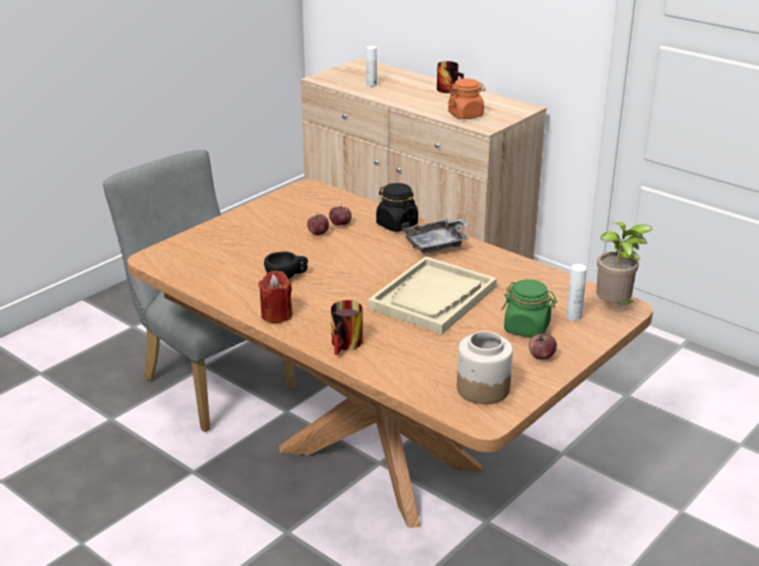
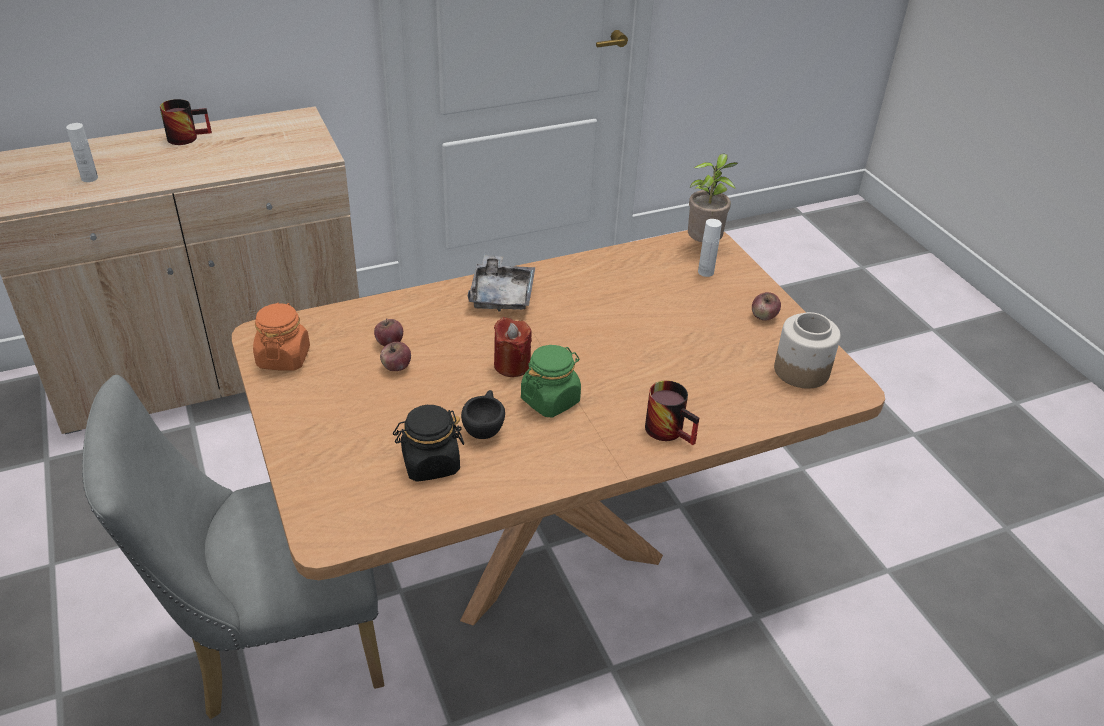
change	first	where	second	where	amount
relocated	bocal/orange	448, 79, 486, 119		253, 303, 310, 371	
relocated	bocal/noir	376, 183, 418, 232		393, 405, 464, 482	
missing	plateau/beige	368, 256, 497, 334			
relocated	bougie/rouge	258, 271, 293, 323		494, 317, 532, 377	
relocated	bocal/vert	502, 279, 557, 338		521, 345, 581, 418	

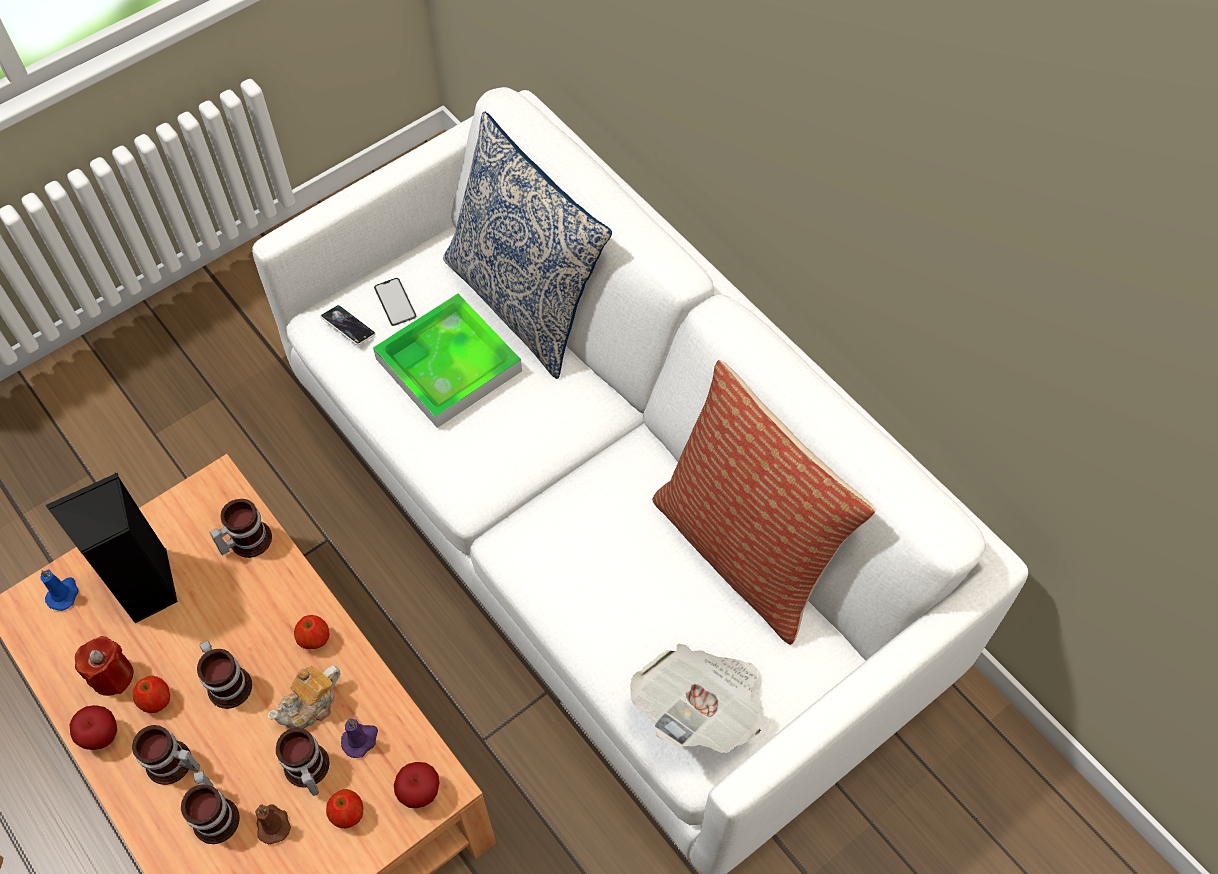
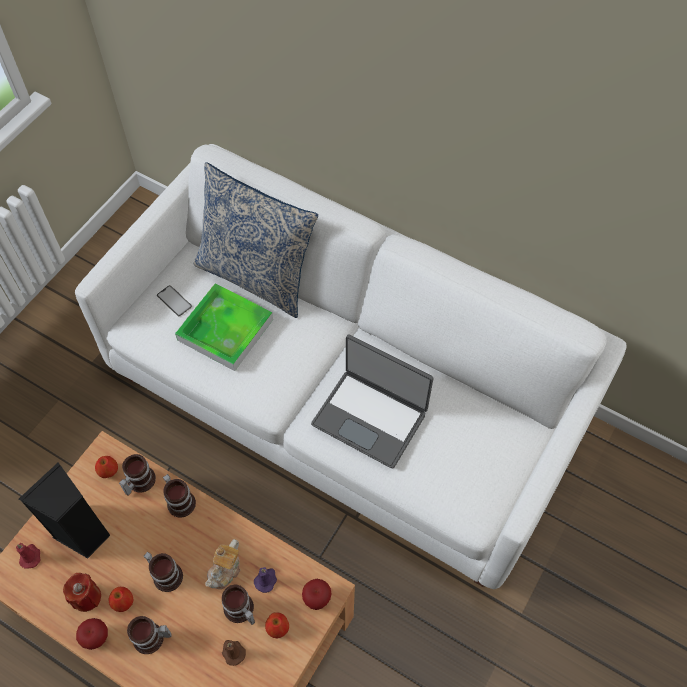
change	first	where	second	where	amount
missing	téléphone	321, 305, 376, 345			
missing	coussin	652, 360, 876, 645			
colour	bougie/bleu	40, 569, 79, 611	bougie/rouge	16, 543, 41, 569	
relocated	pomme	294, 615, 330, 649		95, 456, 118, 478	
missing	journal	630, 643, 763, 753			
relocated	mug	181, 771, 240, 844		163, 474, 196, 518	
appeared			ordinateur portable	311, 334, 433, 468	

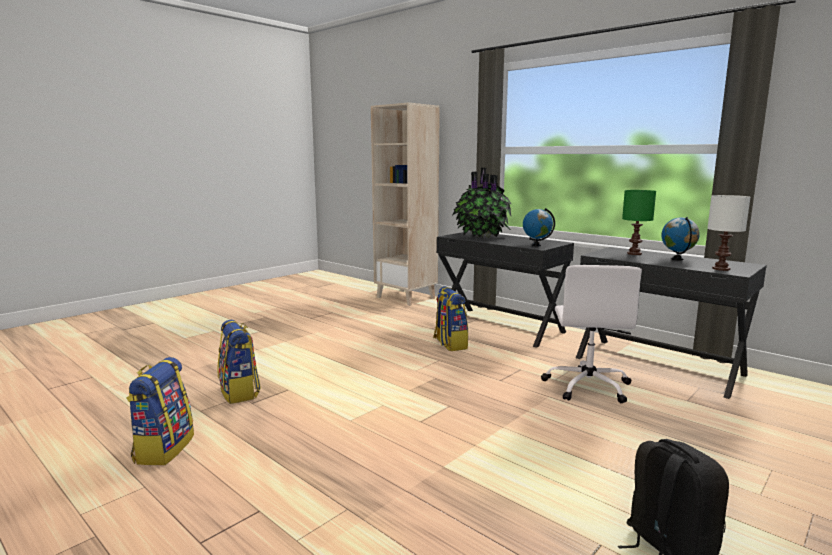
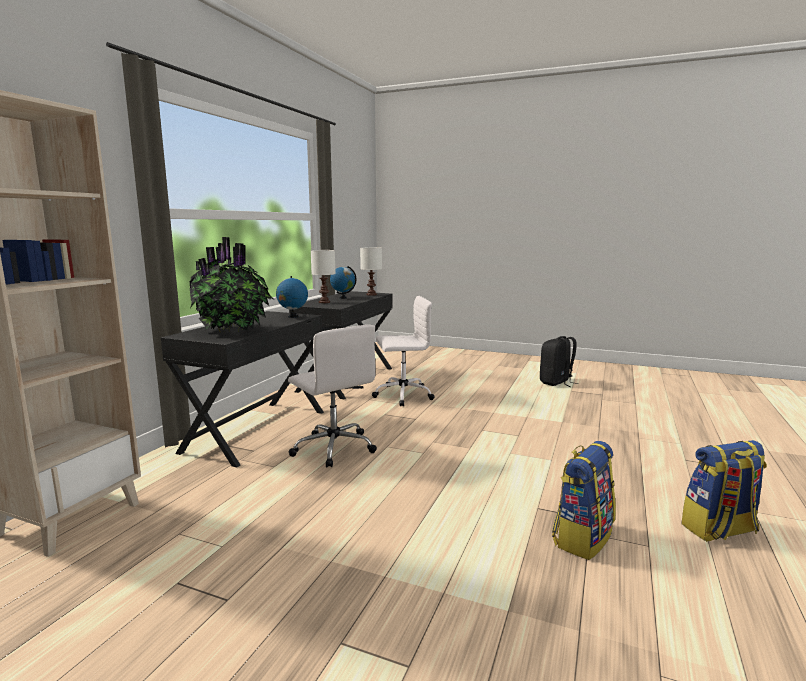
change	first	where	second	where	amount
colour	lampe de table/vert	622, 190, 656, 255	lampe de table/blanc	311, 250, 335, 303	
exchanged	sac à dos	433, 286, 468, 351	chaise de bureau/blanc	288, 325, 377, 467	

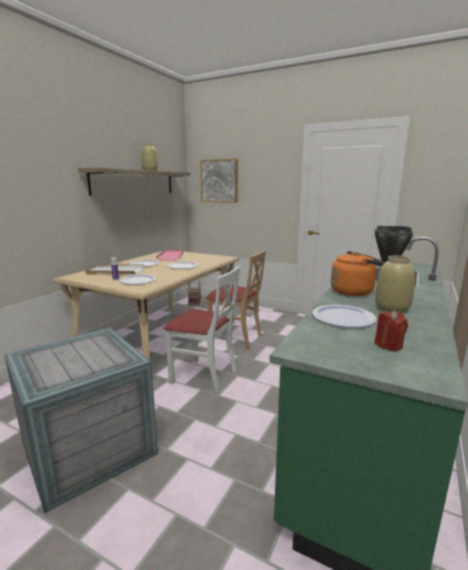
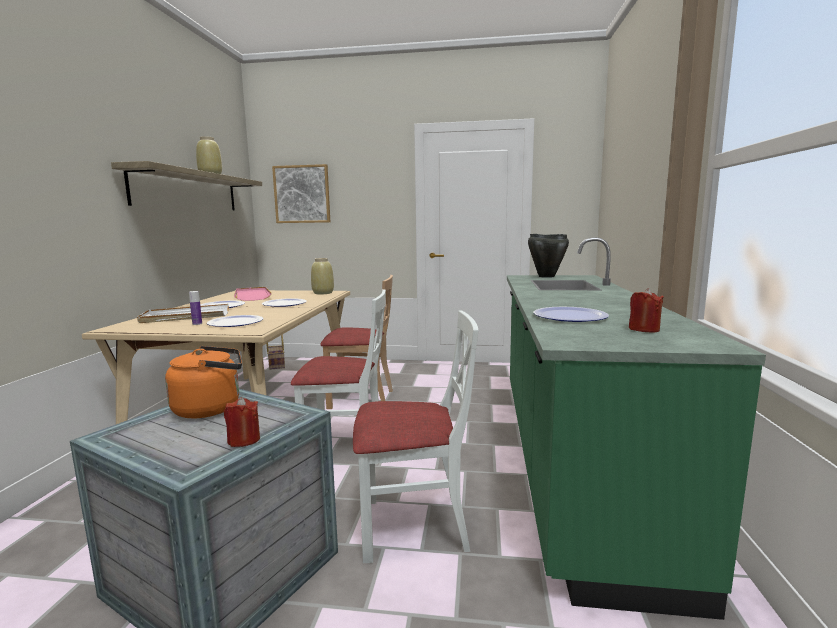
change	first	where	second	where	amount
relocated	bouilloire/orange	331, 251, 384, 296		165, 346, 242, 418	
relocated	vase/beige	375, 256, 415, 314		311, 258, 334, 294	
appeared			chaise/blanc	353, 310, 479, 563	
appeared			bougie/rouge	224, 397, 260, 447	

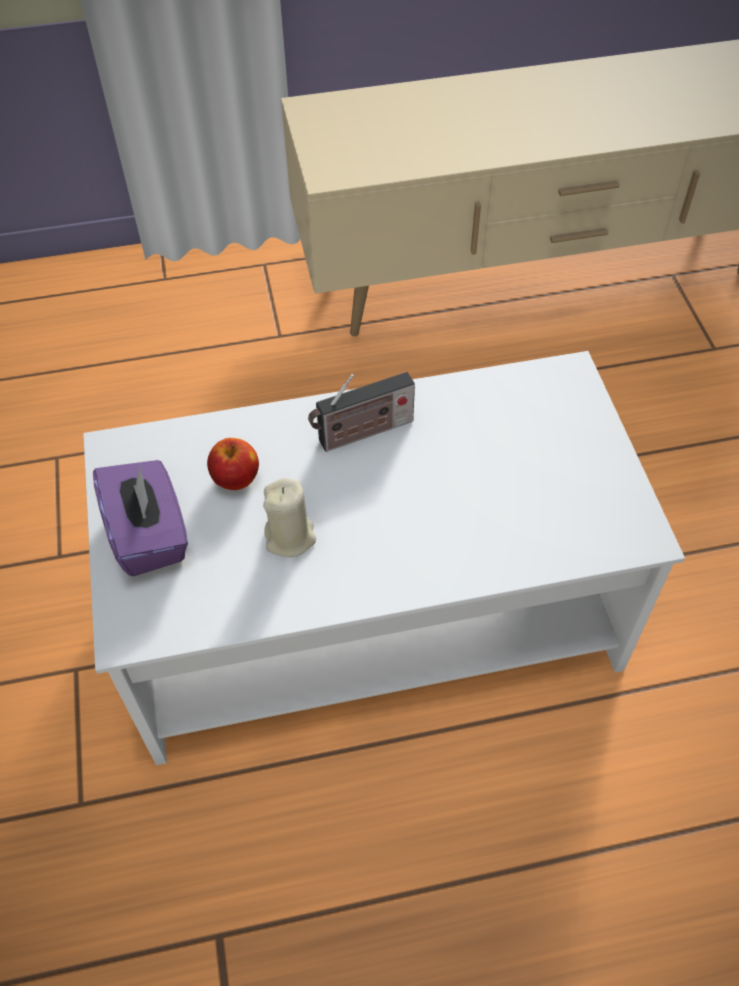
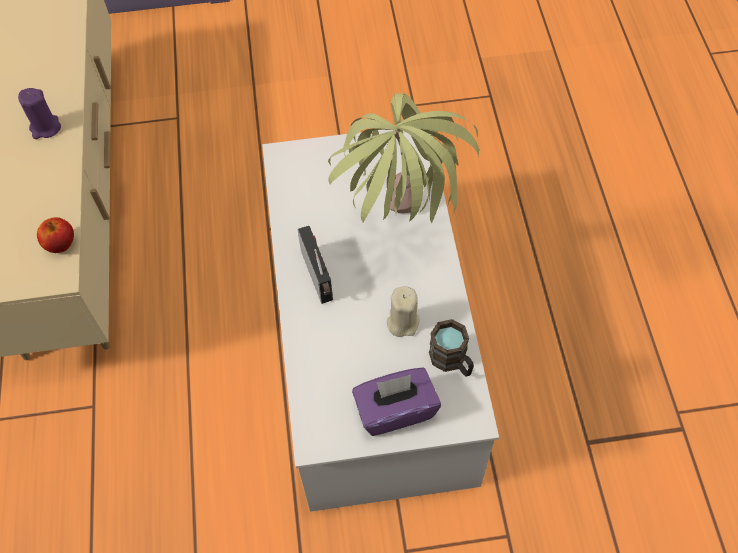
change	first	where	second	where	amount
relocated	pomme	207, 438, 259, 490		37, 217, 74, 253	
appeared			bougie/violet	18, 88, 61, 139	
appeared			plante en pot	328, 93, 479, 223	
appeared			mug/marron	429, 319, 474, 376	

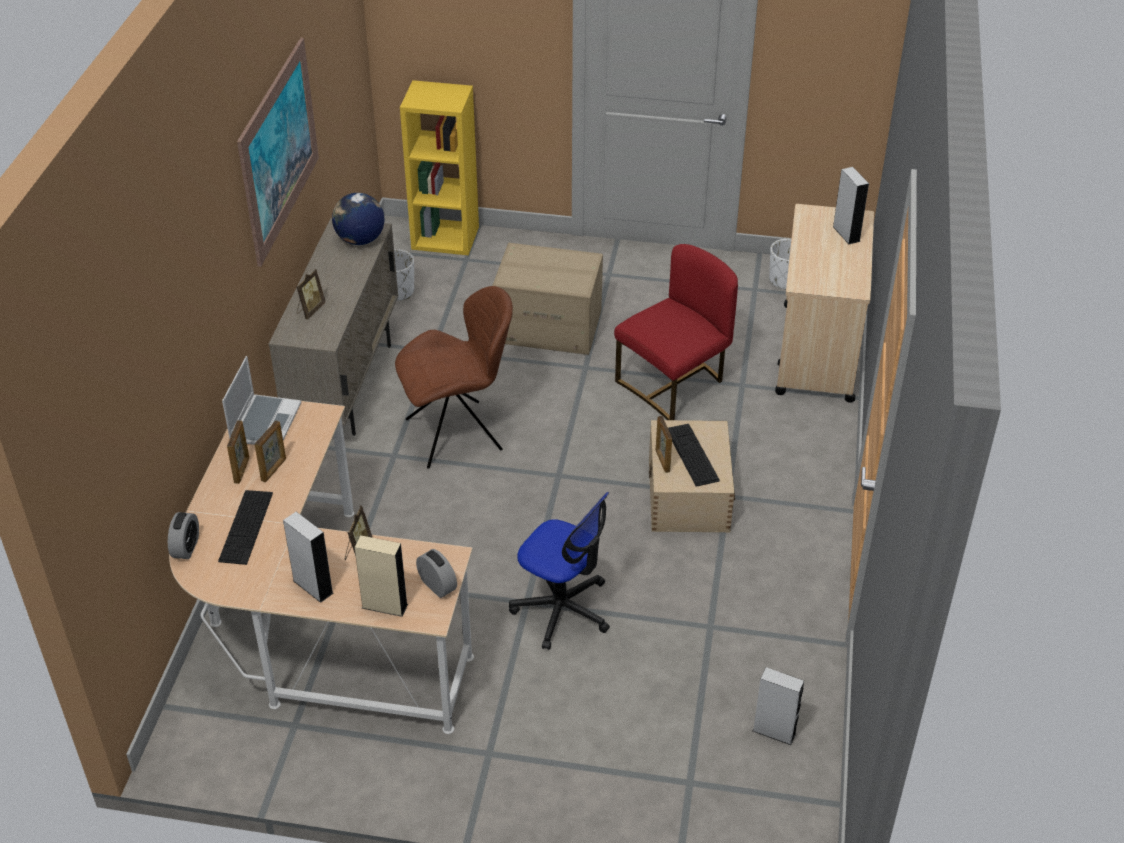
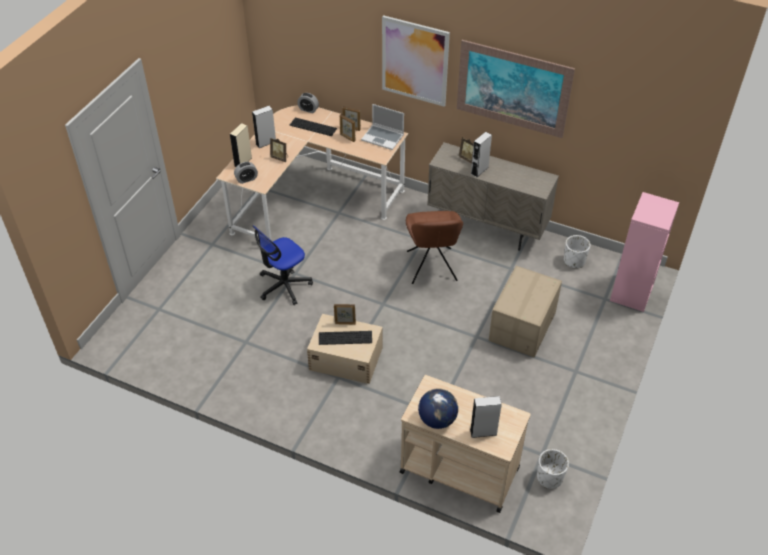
change	first	where	second	where	amount
colour	bibliothèque/jaune	400, 80, 479, 255	bibliothèque/rose	610, 192, 679, 312	
relocated	globe	332, 193, 385, 245		418, 388, 458, 429	
missing	chaise/rouge	614, 244, 738, 420			
relocated	enceinte/gris	753, 667, 804, 745		471, 132, 492, 177	
appeared			tableau	382, 15, 450, 107	

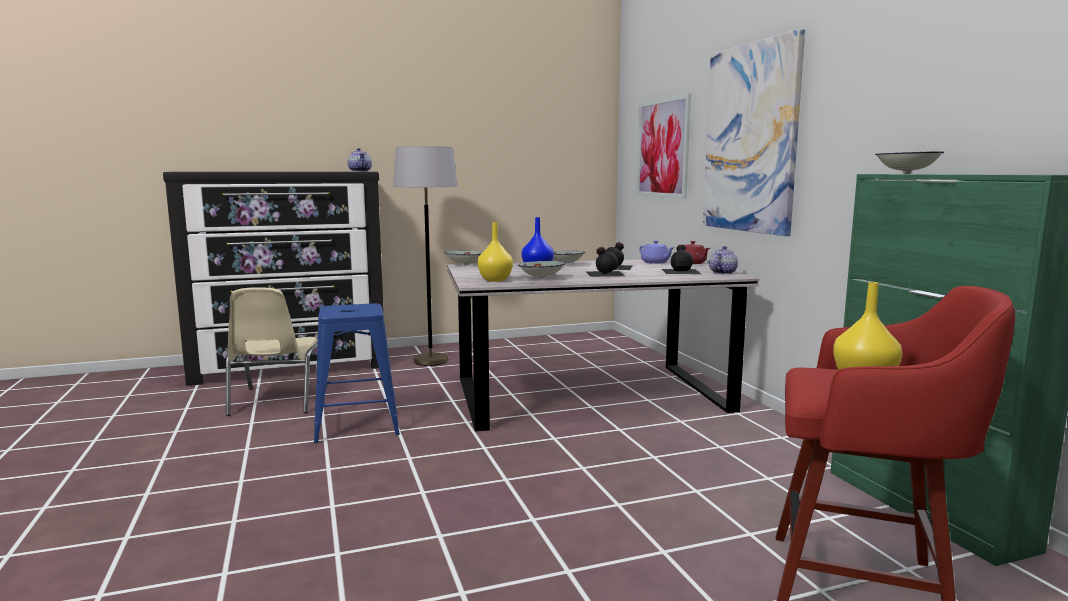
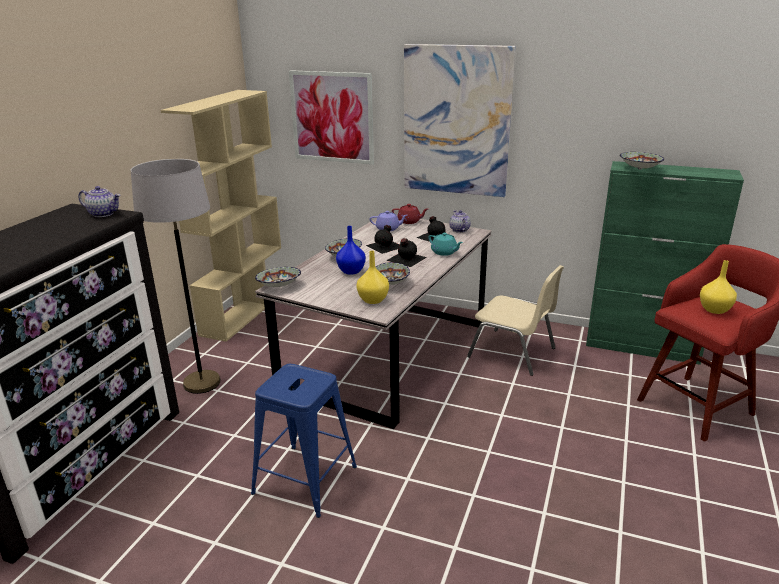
change	first	where	second	where	amount
relocated	chaise/beige	226, 287, 327, 416		467, 265, 564, 376	
appeared			bibliothèque/beige	161, 90, 281, 342	
appeared			théière/turquoise	428, 233, 463, 256	

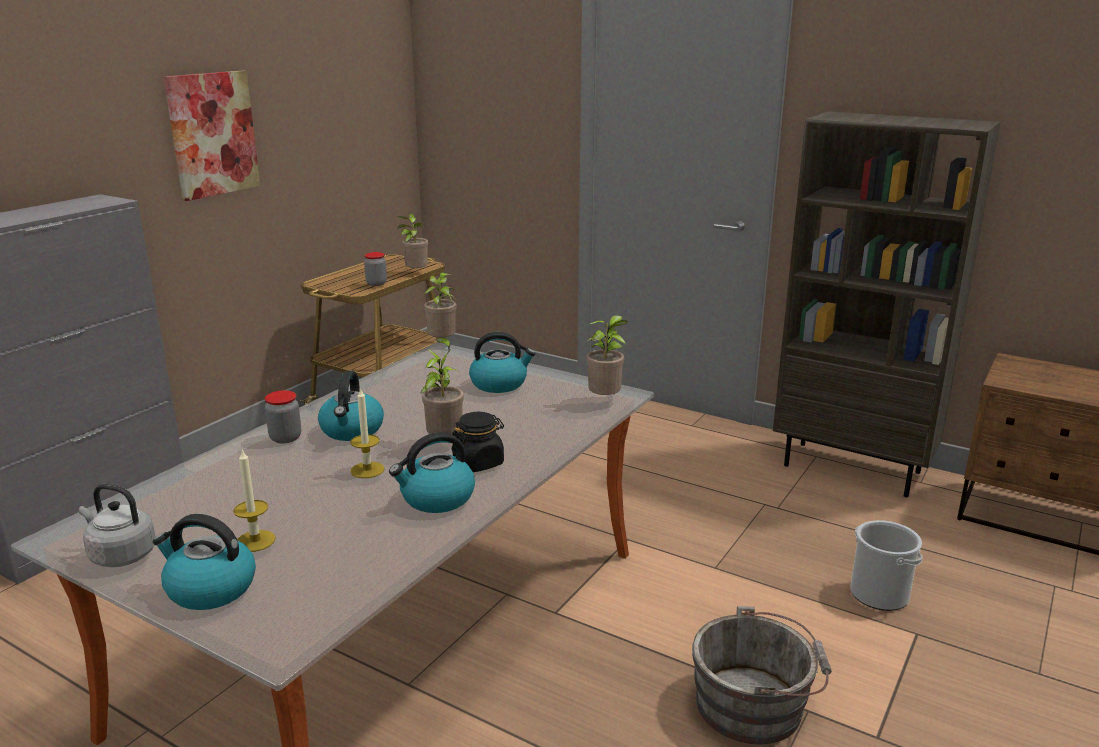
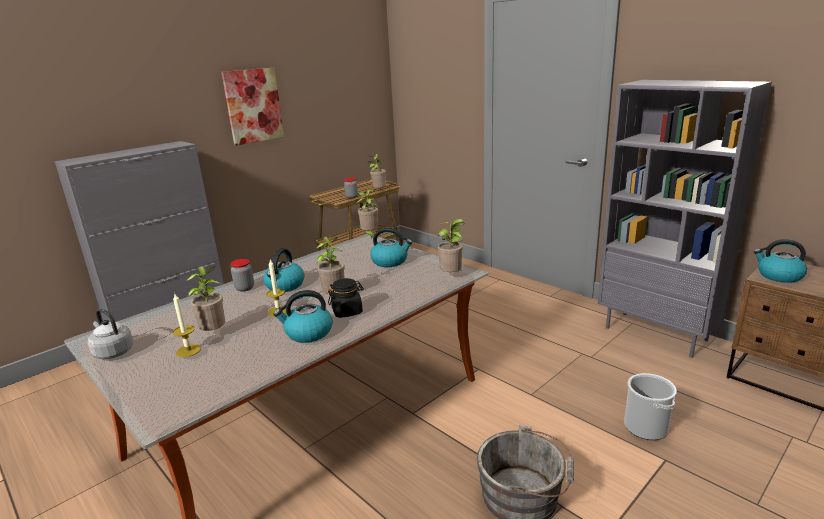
change	first	where	second	where	amount
colour	bibliothèque/marron	773, 111, 1001, 497	bibliothèque/gris	598, 80, 772, 358	
relocated	bouilloire	153, 514, 256, 610		754, 239, 807, 283	
appeared			plante en pot	186, 266, 226, 331	

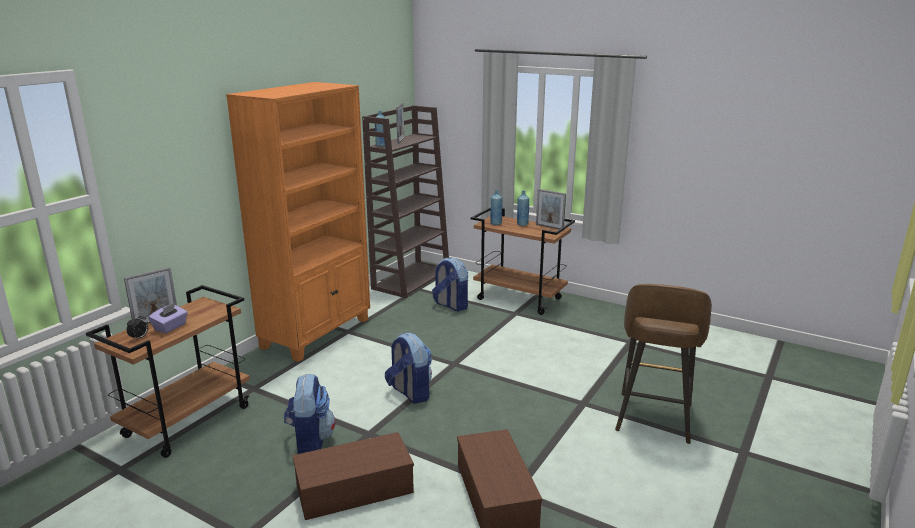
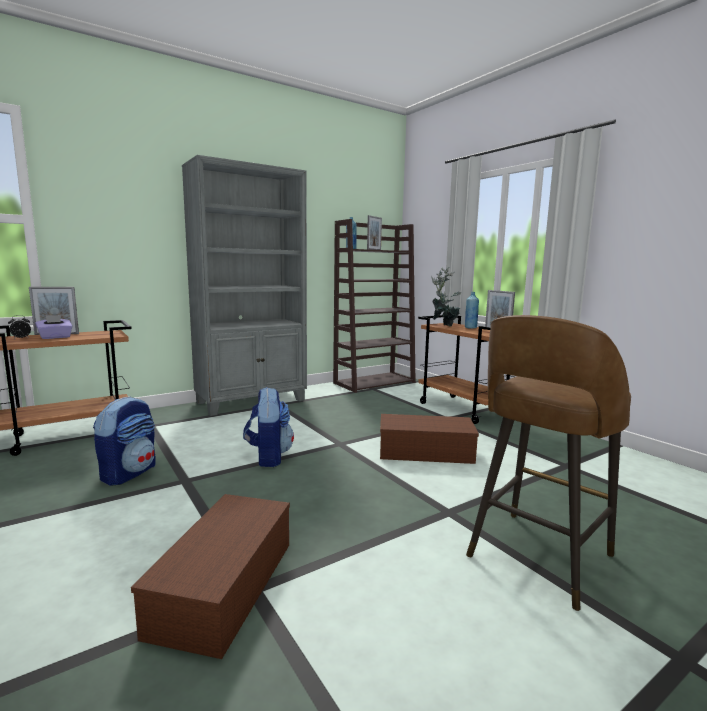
change	first	where	second	where	amount
colour	bibliothèque/orange	226, 82, 370, 362	bibliothèque/gris	182, 155, 307, 416	
exchanged	bouteille/bleu	490, 190, 503, 225	plante en pot	431, 267, 462, 327	
missing	sac à dos	432, 258, 468, 311			
relocated	boîte de rangement/marron	293, 432, 414, 520		380, 414, 479, 464	

